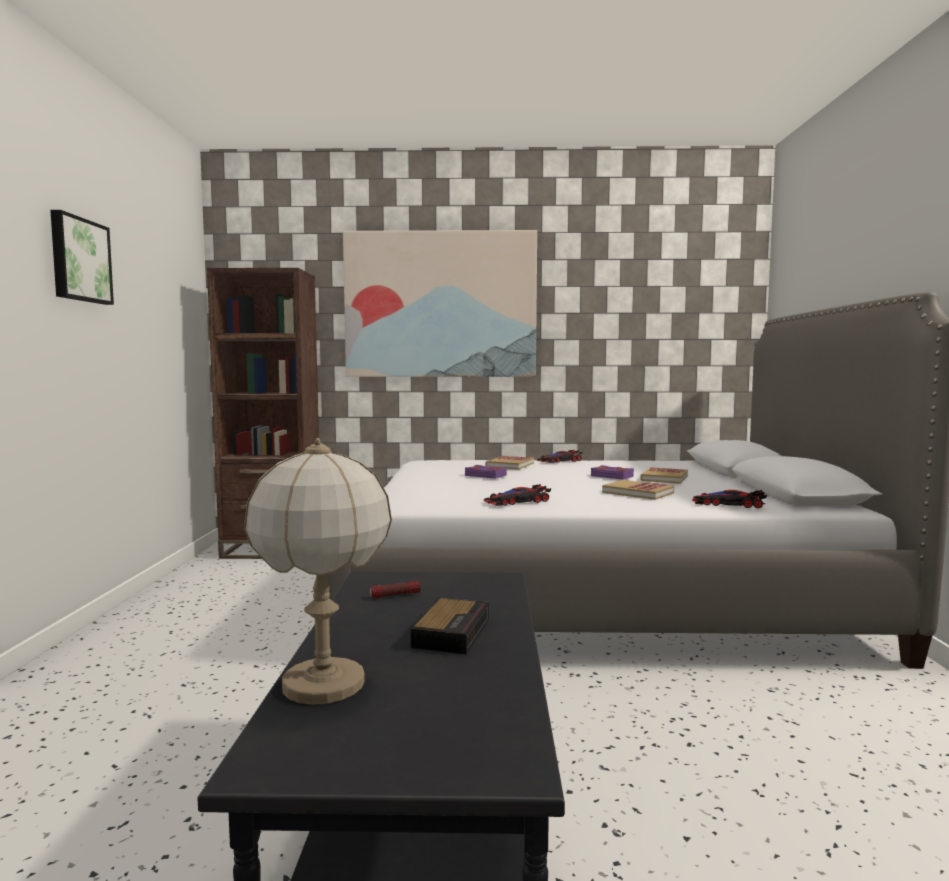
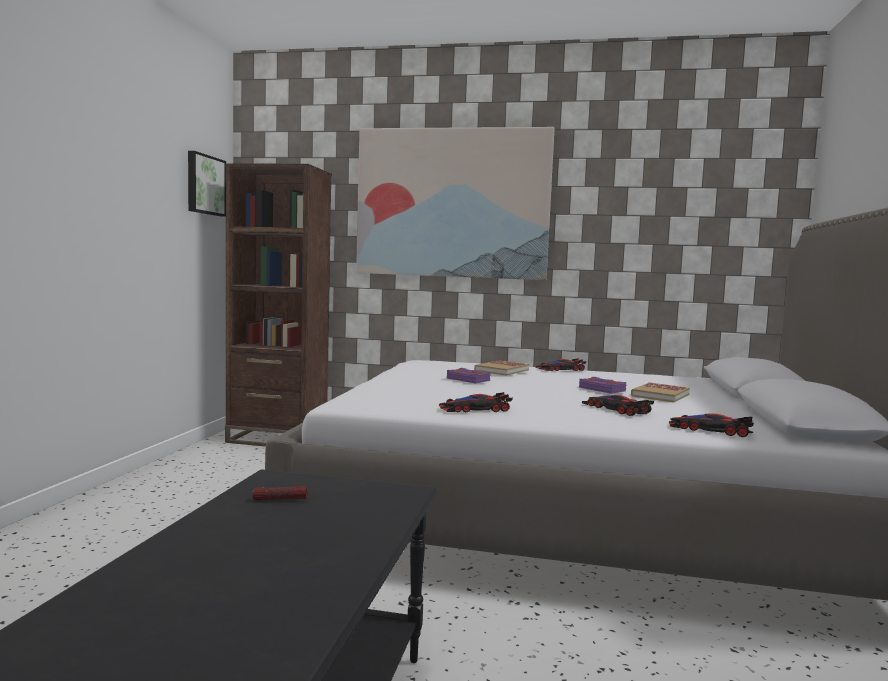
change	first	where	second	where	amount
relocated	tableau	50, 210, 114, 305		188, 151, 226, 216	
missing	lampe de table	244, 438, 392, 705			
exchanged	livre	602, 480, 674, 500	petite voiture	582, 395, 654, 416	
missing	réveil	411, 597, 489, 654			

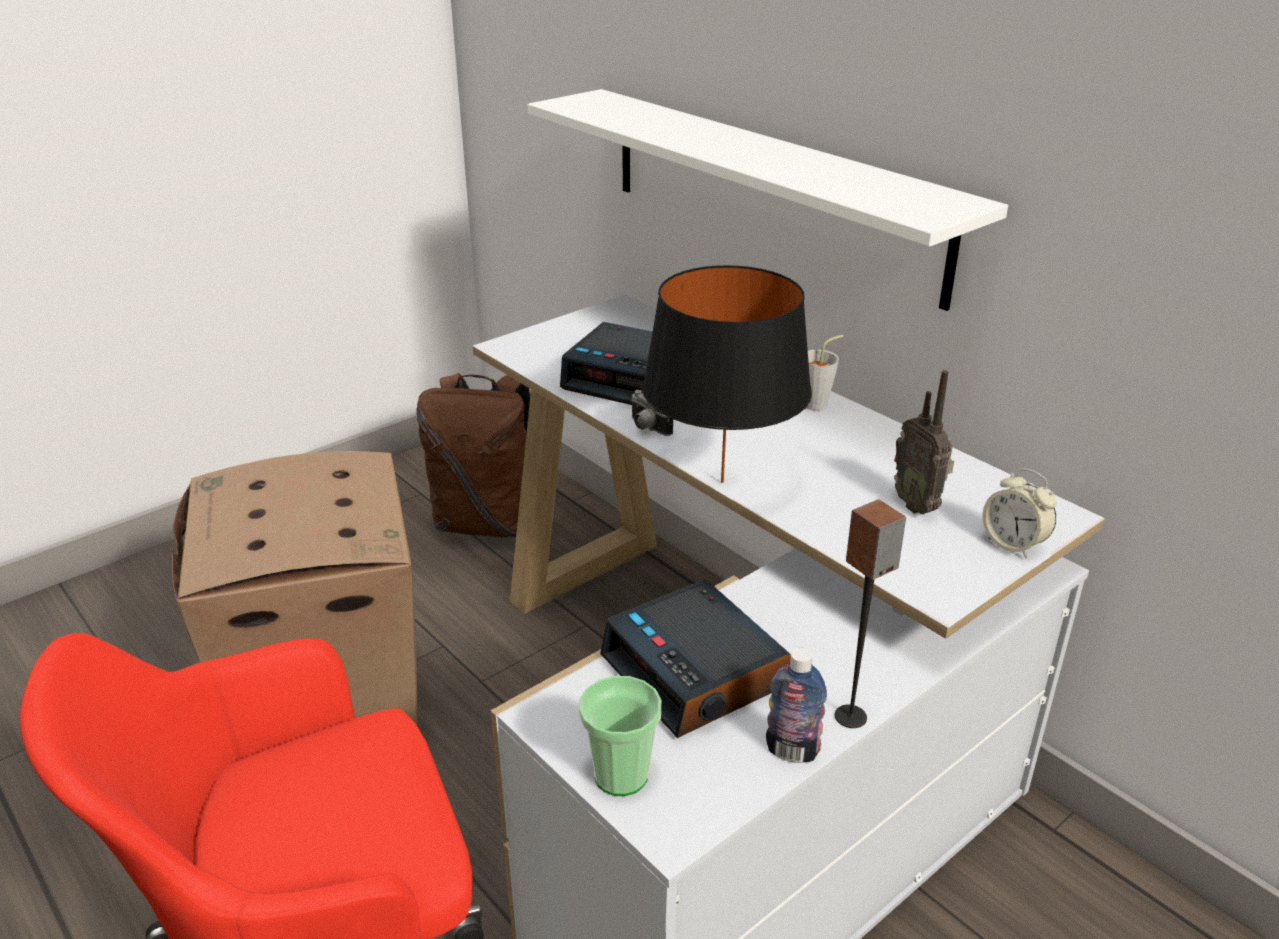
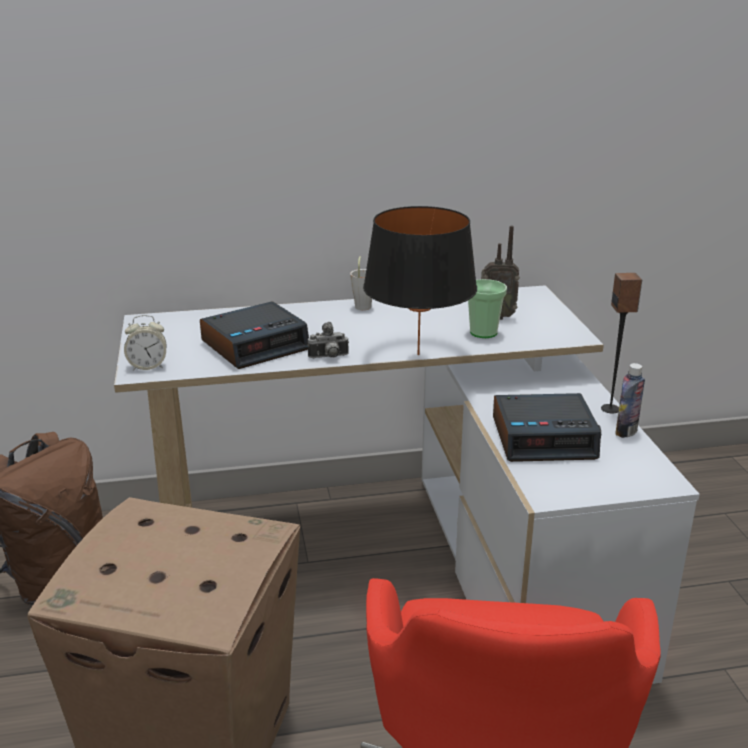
change	first	where	second	where	amount
missing	étagère/blanc	528, 89, 1008, 311			
relocated	réveil	983, 468, 1057, 559		124, 315, 166, 371	
relocated	tasse	579, 676, 661, 796		468, 279, 507, 338	

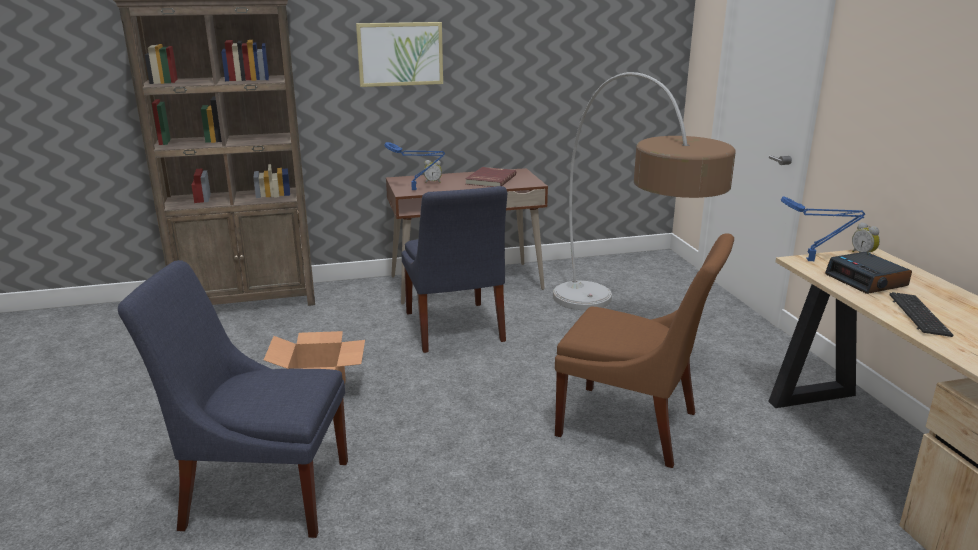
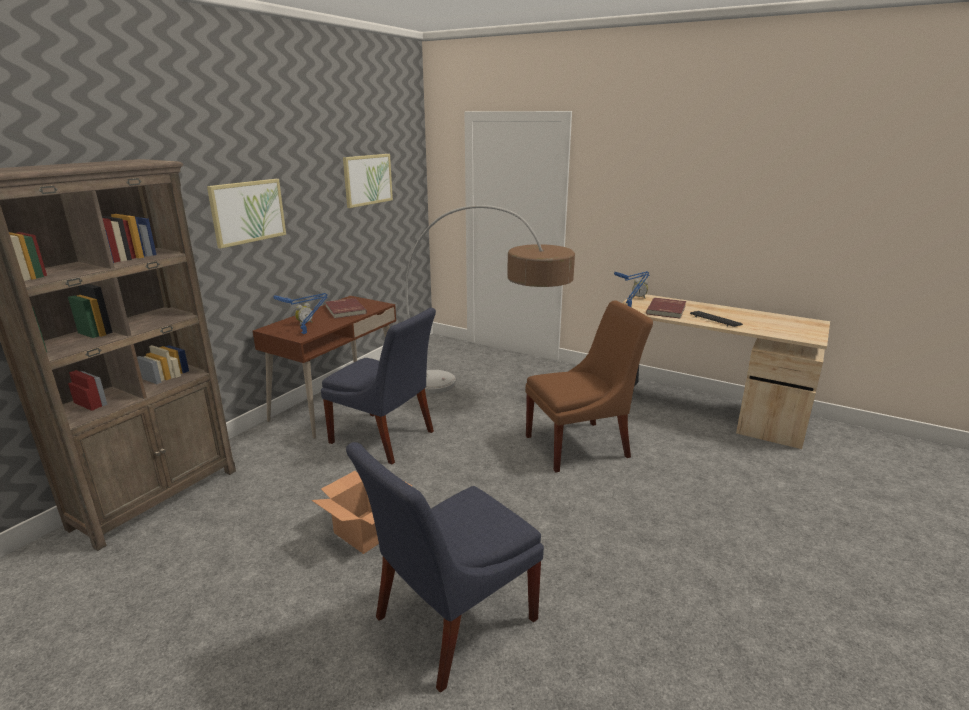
change	first	where	second	where	amount
exchanged	réveil	825, 252, 912, 294	livre/rouge	646, 298, 686, 319	
appeared			tableau	343, 154, 393, 208	

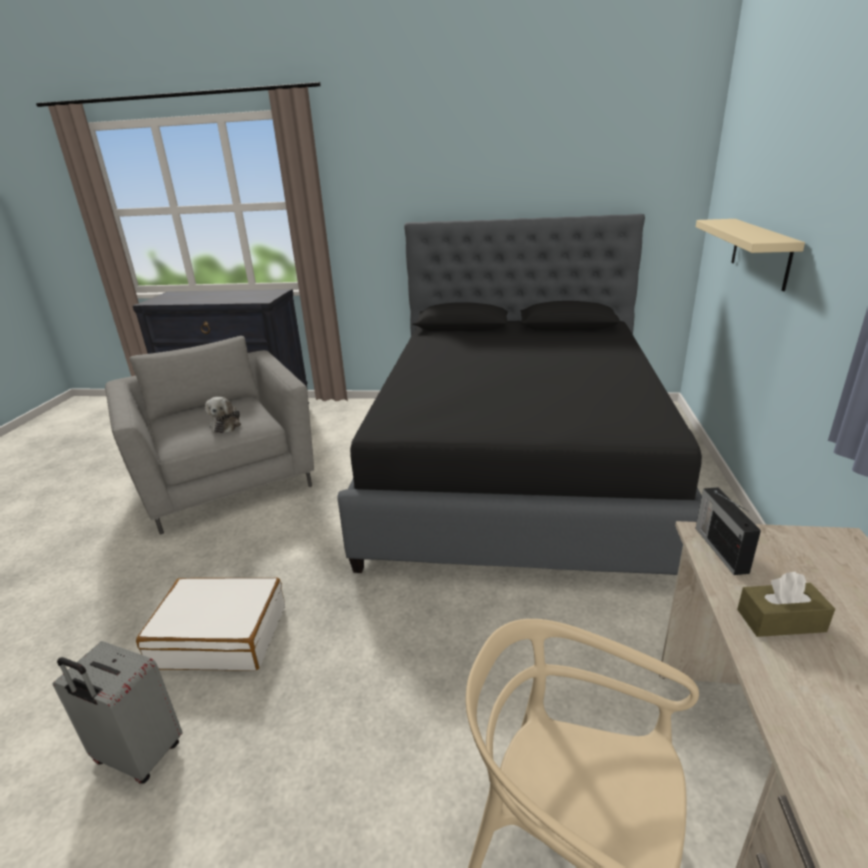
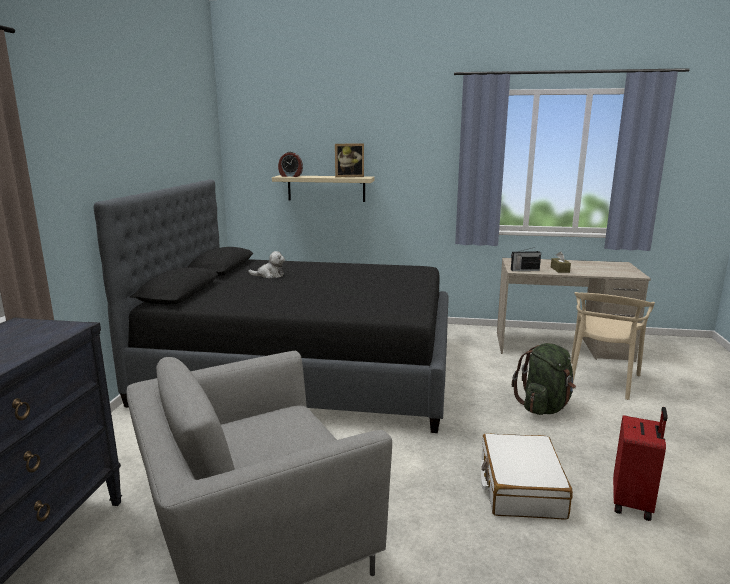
change	first	where	second	where	amount
relocated	peluche	205, 397, 241, 433		248, 251, 285, 278	
colour	valise/gris	52, 641, 183, 784	valise/rouge	613, 407, 668, 521	
appeared			cadre photo	335, 144, 364, 177	
appeared			réveil	278, 152, 303, 177	
appeared			sac à dos/vert	512, 343, 576, 415	

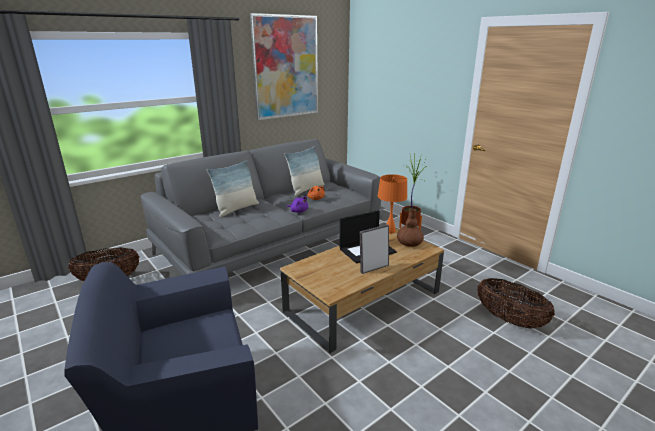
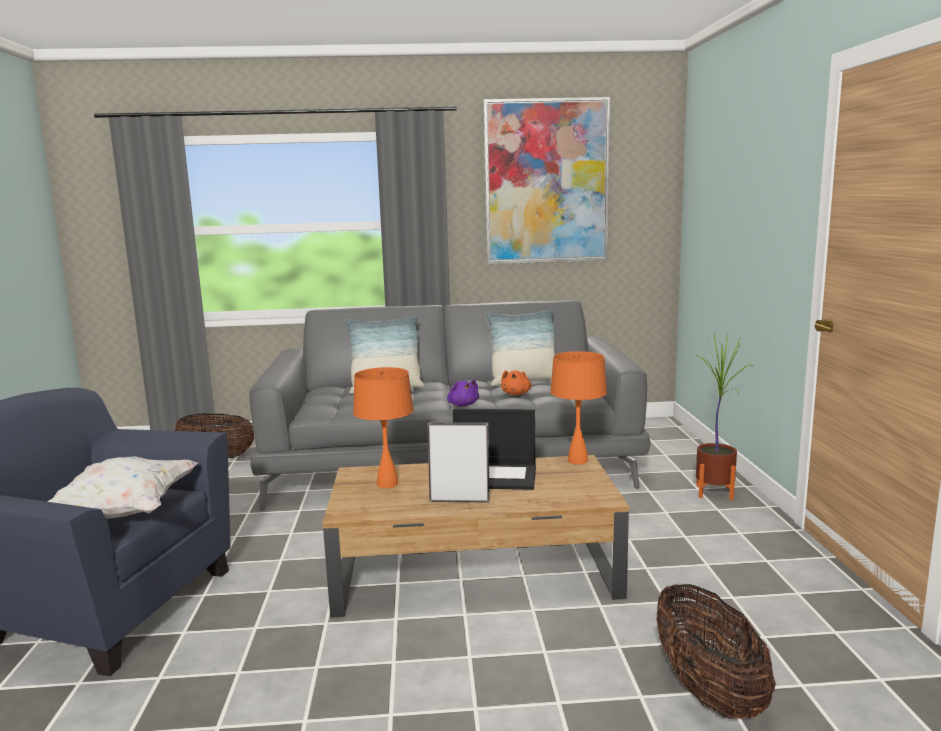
change	first	where	second	where	amount
missing	vase/marron	397, 208, 424, 247			
appeared			lampe de table/orange	353, 367, 414, 488	
appeared			coussin/blanc	47, 456, 198, 519	

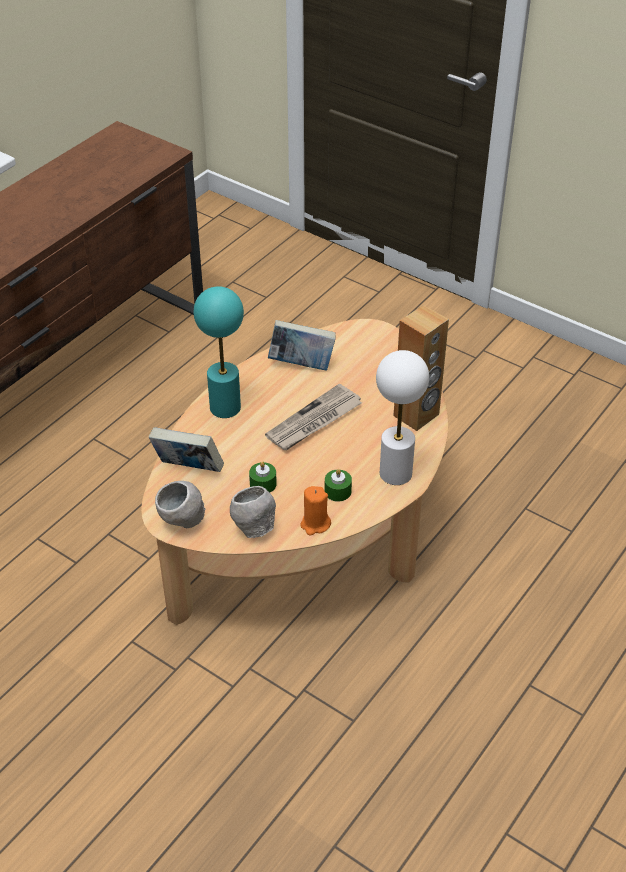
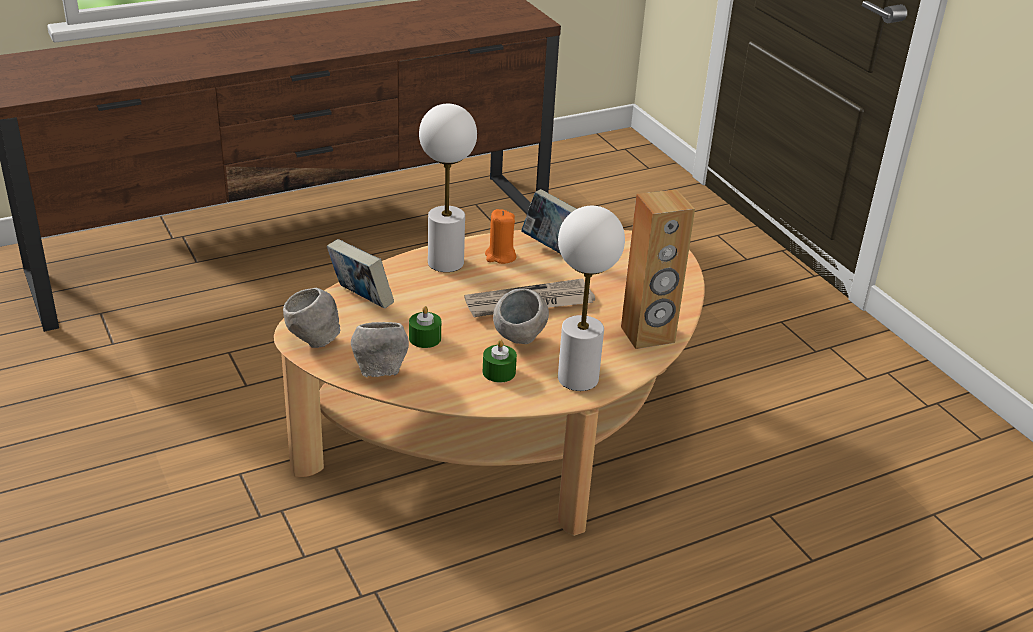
change	first	where	second	where	amount
colour	lampe de table/turquoise	194, 286, 244, 418	lampe de table/blanc	419, 104, 477, 272	
relocated	bougie/orange	300, 486, 331, 536		485, 209, 516, 264	
appeared			bol/gris	493, 288, 549, 344	

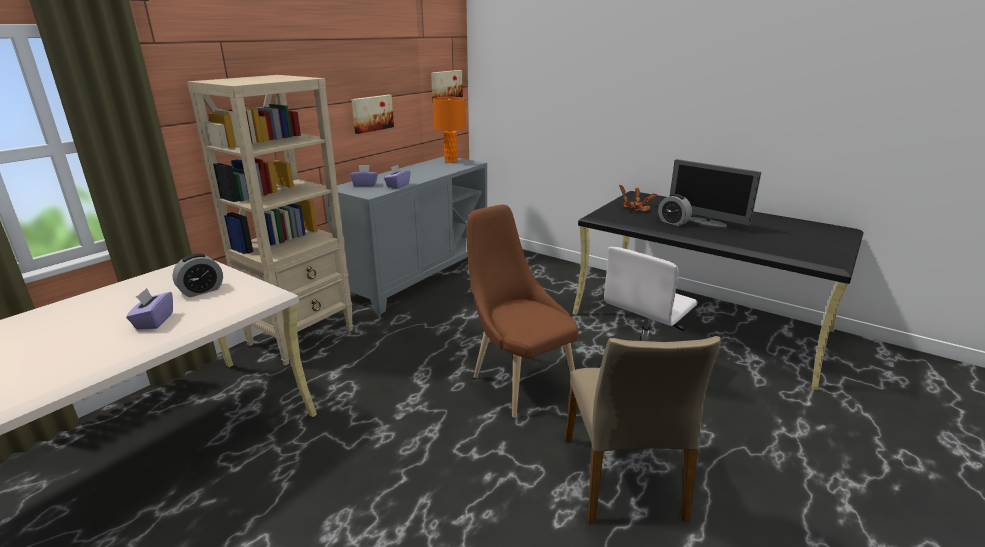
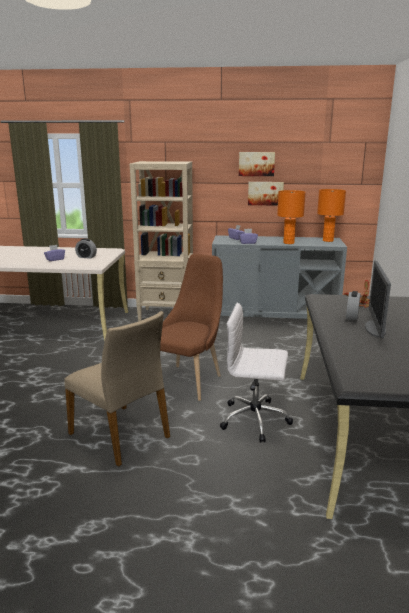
change	first	where	second	where	amount
relocated	tableau	431, 70, 463, 103		239, 152, 275, 176	
spun	chaise/beige	566, 336, 721, 524		64, 311, 170, 467	105 degrees counterclockwise
appeared			lampe de table/orange	277, 190, 306, 244	

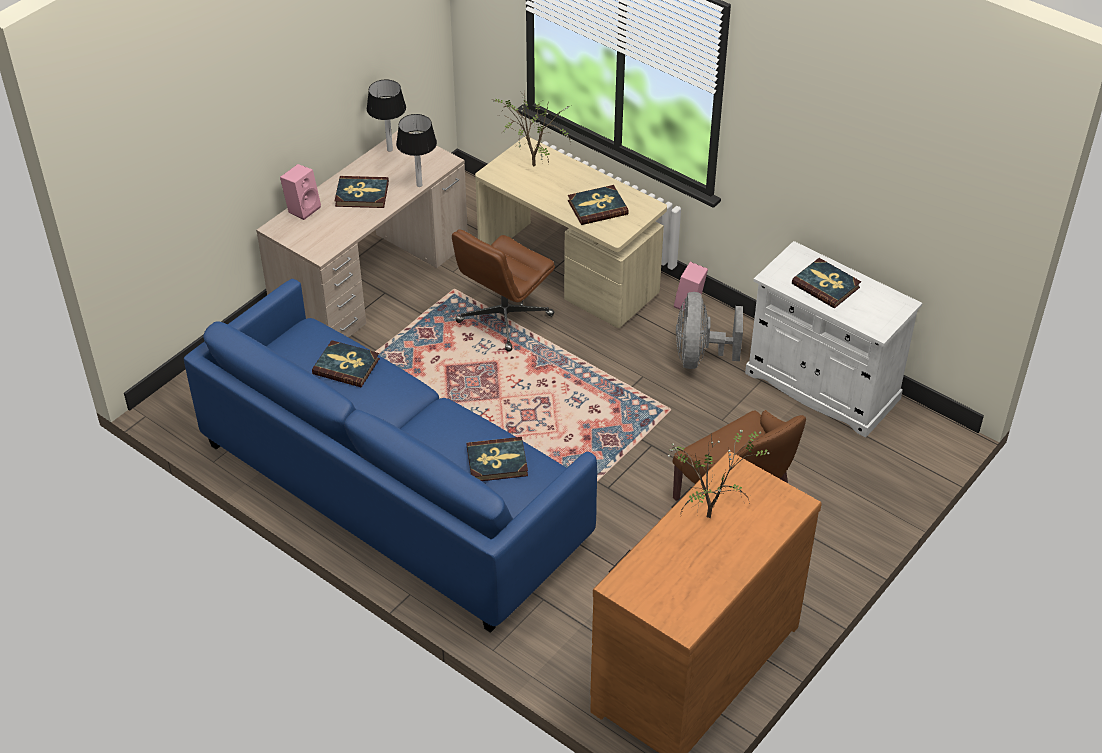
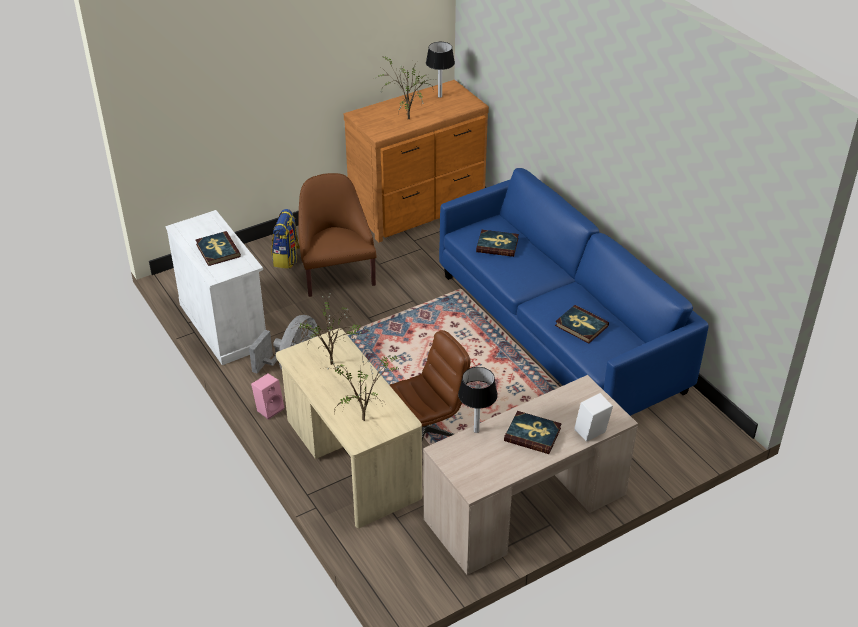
change	first	where	second	where	amount
relocated	lampe de table	367, 80, 406, 152		426, 42, 455, 98	
colour	enceinte/rose	280, 164, 321, 220	enceinte/blanc	574, 393, 613, 442	
exchanged	livre	568, 185, 629, 225	plante en pot	291, 293, 370, 365	
appeared			sac à dos	271, 209, 300, 269	

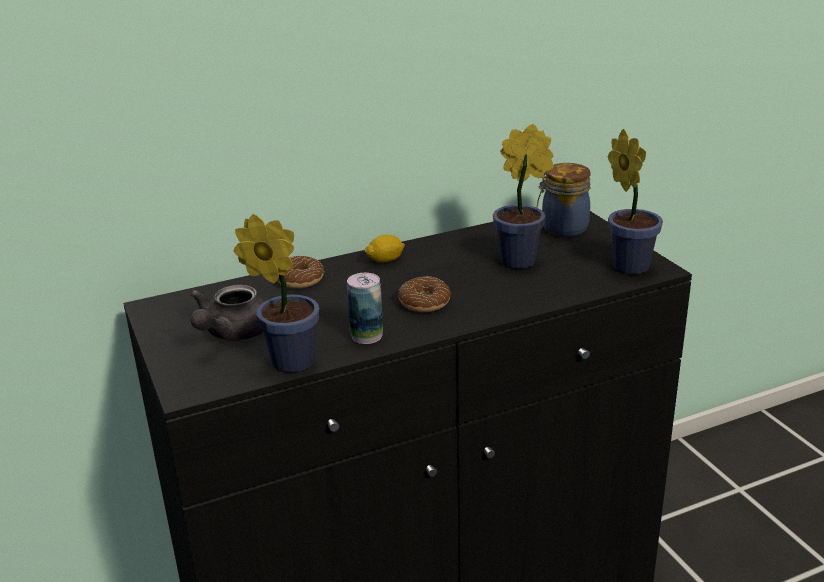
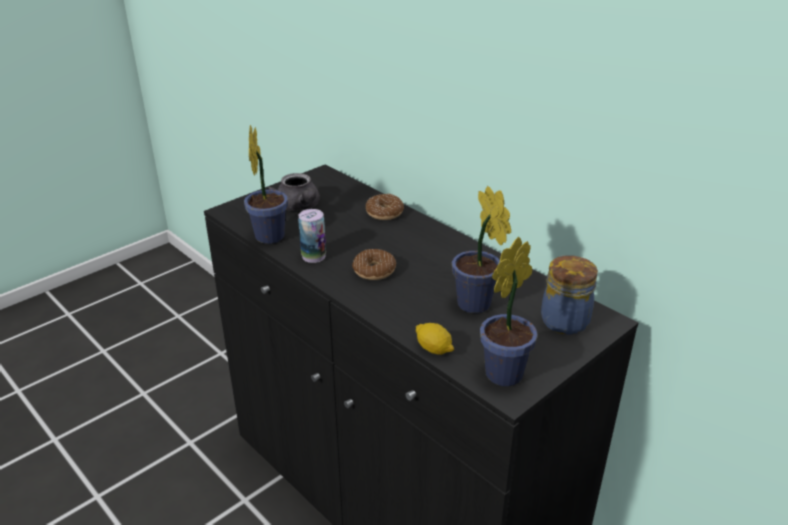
change	first	where	second	where	amount
relocated	citron	365, 235, 405, 263		416, 323, 454, 355	
spun	théière/gris	190, 285, 264, 341		267, 173, 320, 211	120 degrees counterclockwise

